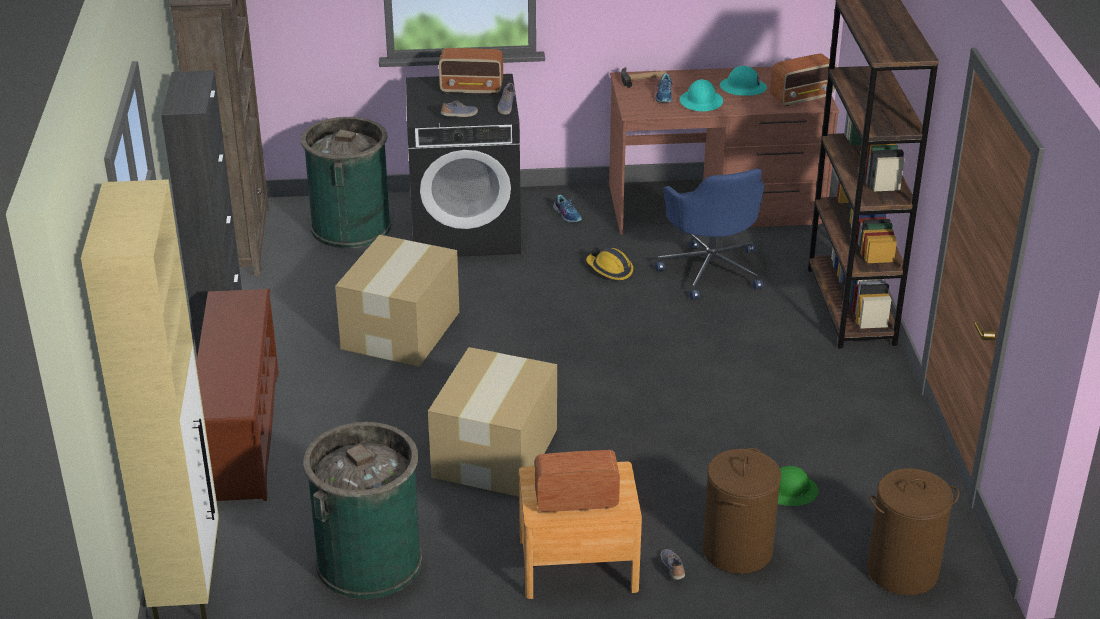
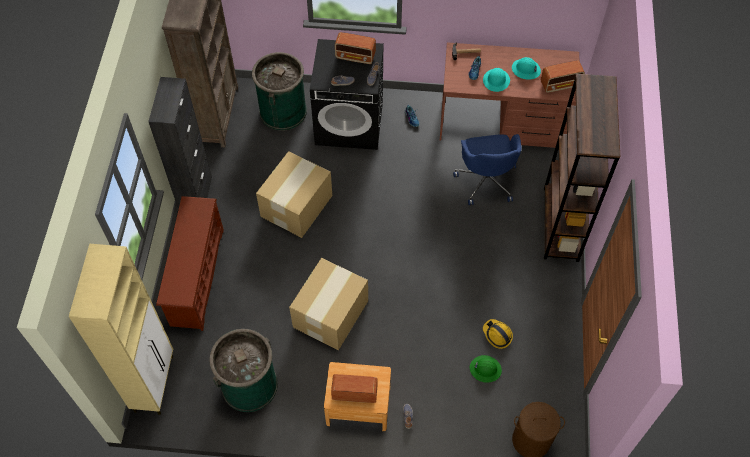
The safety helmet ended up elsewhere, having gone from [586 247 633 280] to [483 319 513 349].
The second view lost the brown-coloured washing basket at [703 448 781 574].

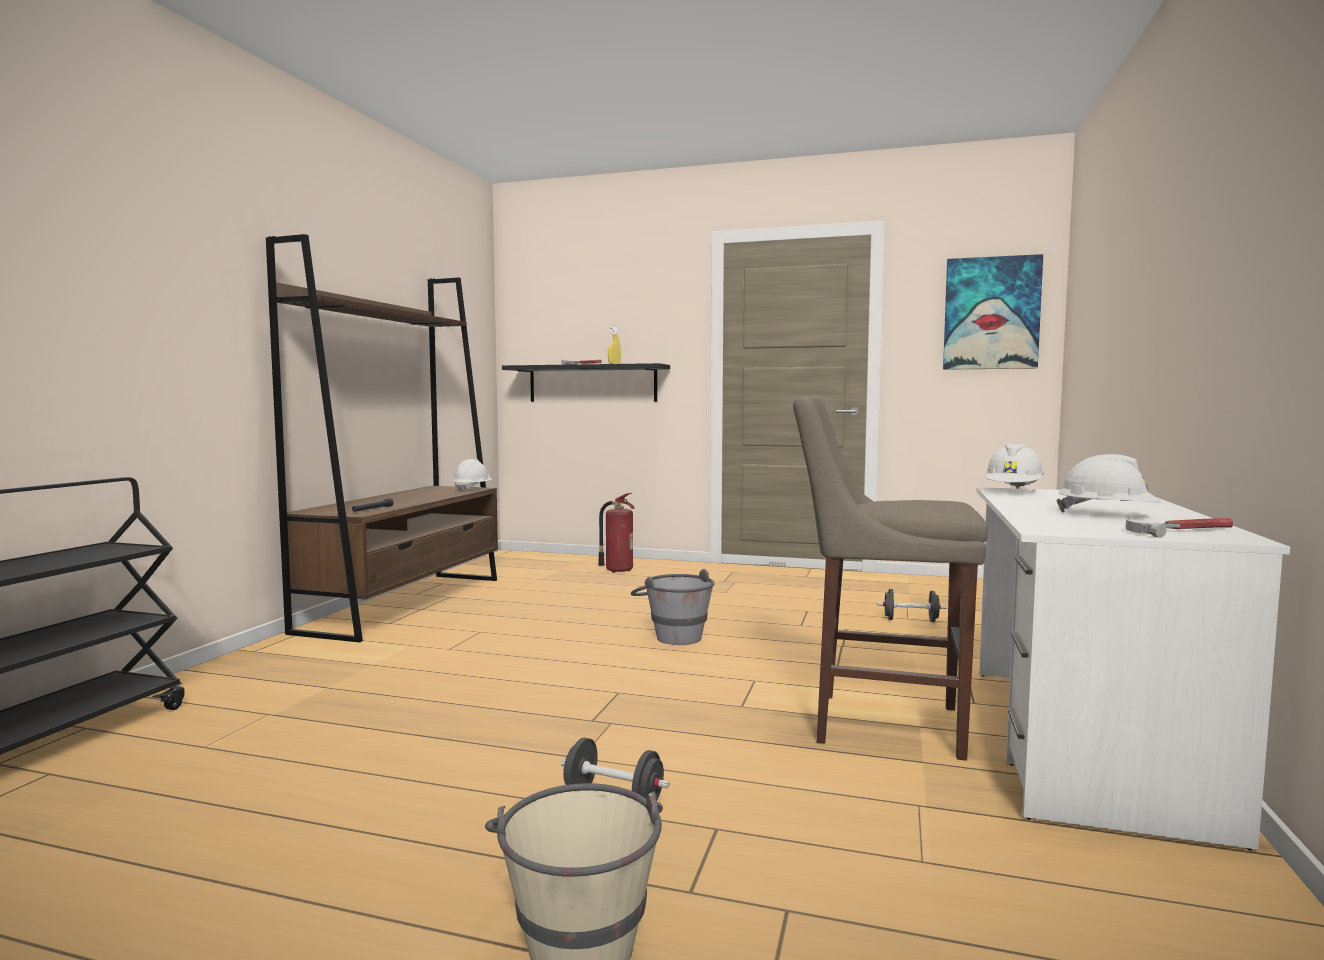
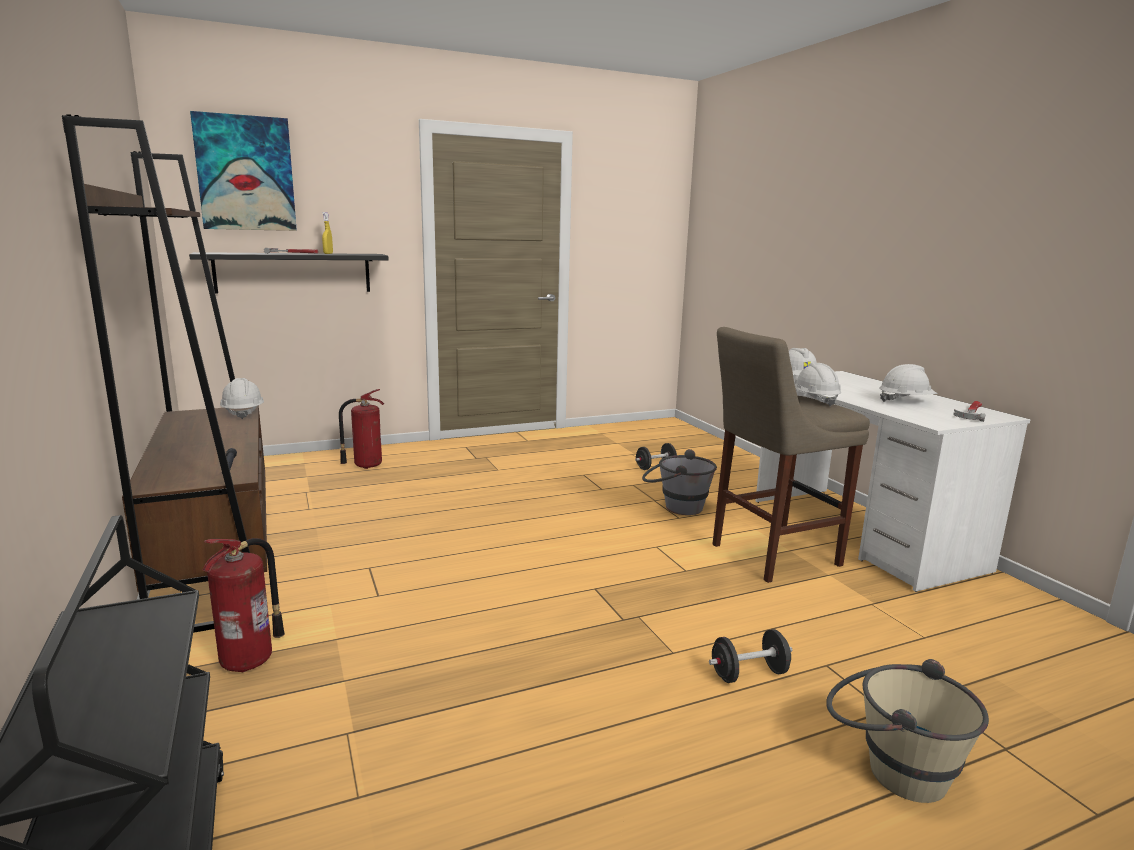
The wall picture ended up elsewhere, having gone from [943 254 1043 370] to [190 111 297 231].
The grey water bucket ended up elsewhere, having gone from [631 569 715 645] to [642 449 717 515].
The second view gained the whitish safety helmet at [794 363 841 406].
The second view gained the extinguisher at [202 538 285 672].

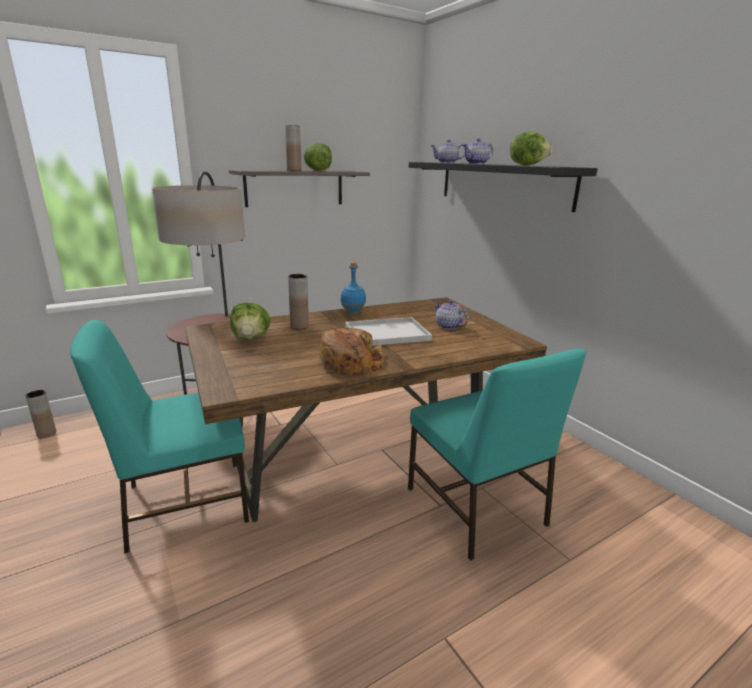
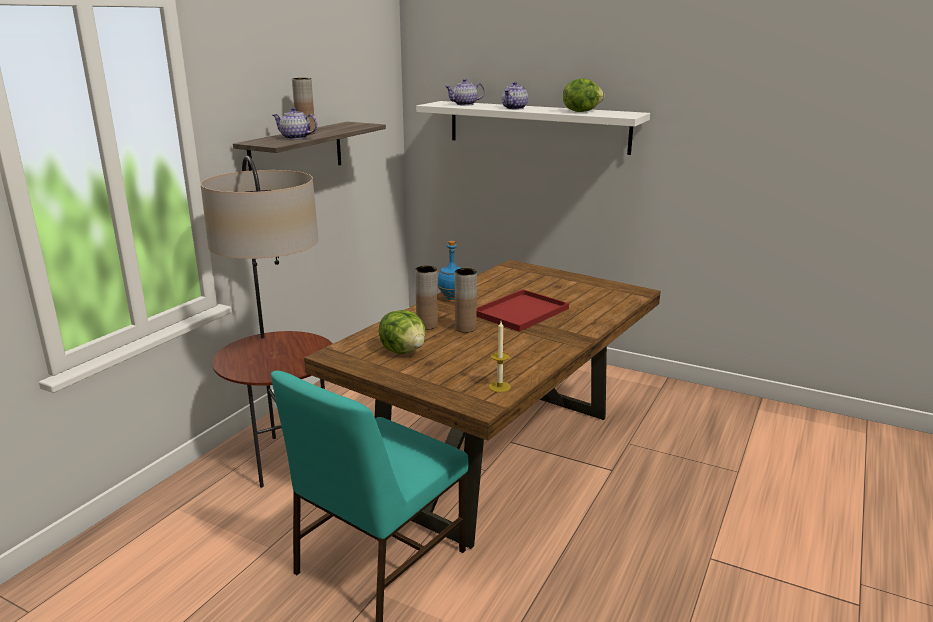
The second view lost the lettuce head at [304 143 332 171].
What was the black shelf at [409 162 597 212] turned into the whitish shelf at [416 101 650 155].
The pot for tea ended up elsewhere, having gone from [433 300 469 330] to [272 108 317 140].
What was the whitish carrying tray at [345 317 432 346] turned into the red carrying tray at [477 289 569 332].
The second view lost the bread at [319 328 384 375].
The second view lost the blue-green upright chair at [408 349 586 561].
The brown-coloured flower vase ended up elsewhere, having gone from [26 390 56 438] to [455 268 477 333].
The second view gained the candle at [489 321 511 392].

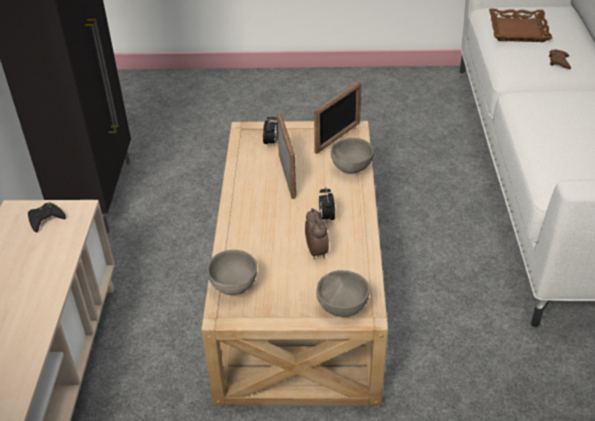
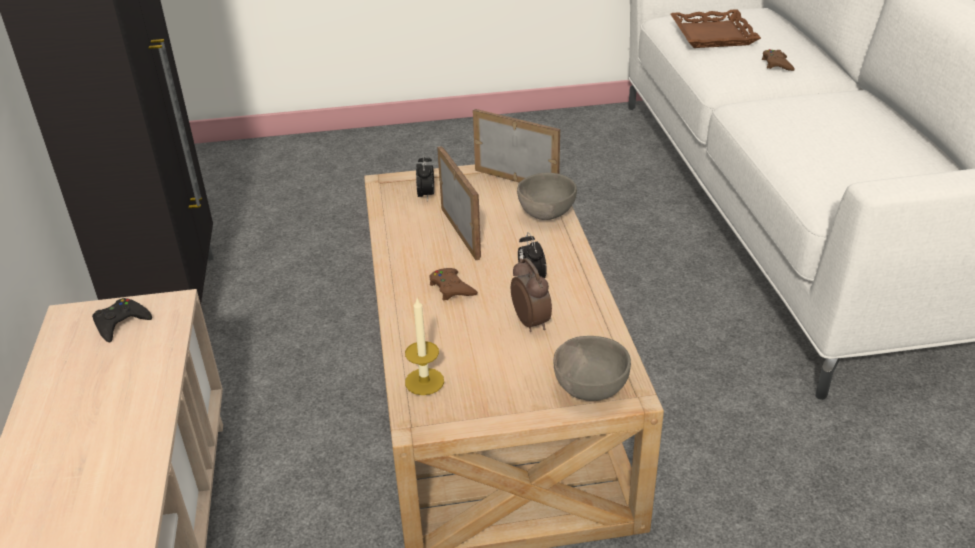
The photo frame at [314 81 361 154] ended up facing another way, 90 degrees counterclockwise from before.
Where the grey deep dish stood at [207 250 257 295], the candle came to stand at [405 298 444 395].
The second view gained the brown-coloured gamepad at [429 268 478 301].

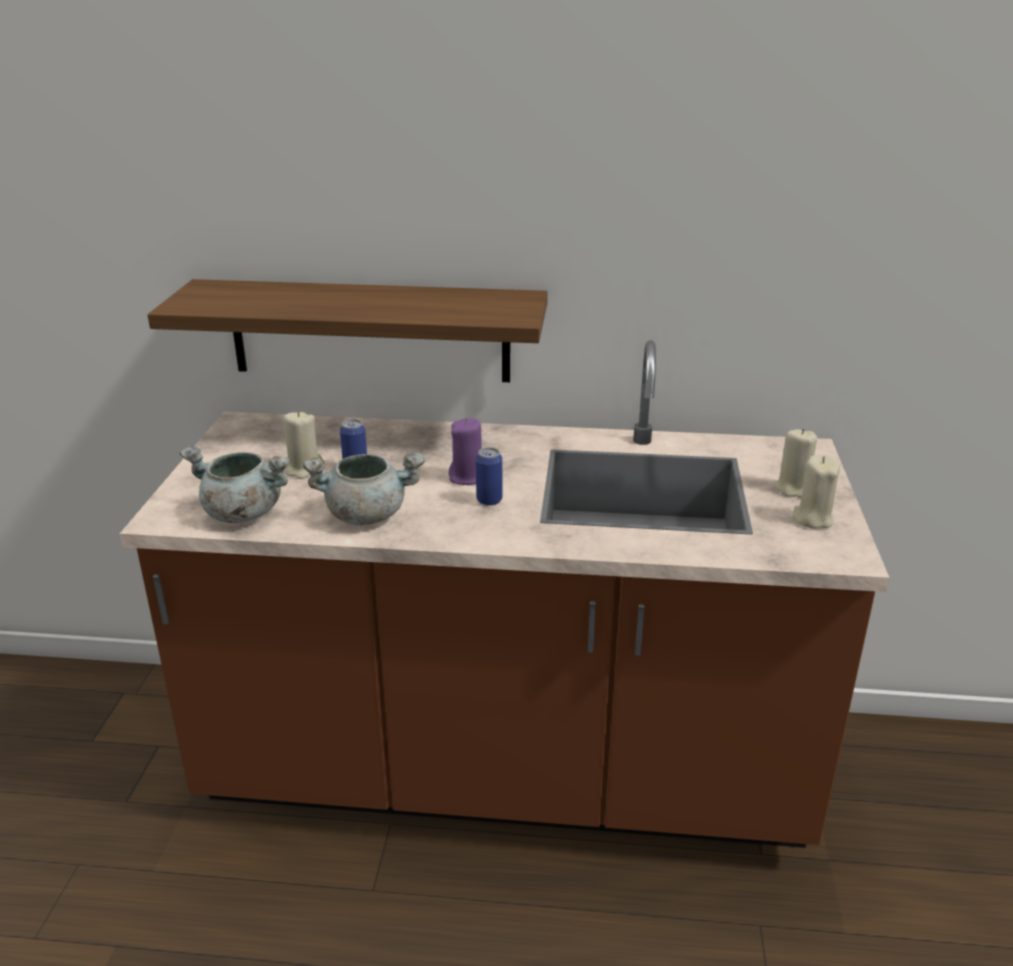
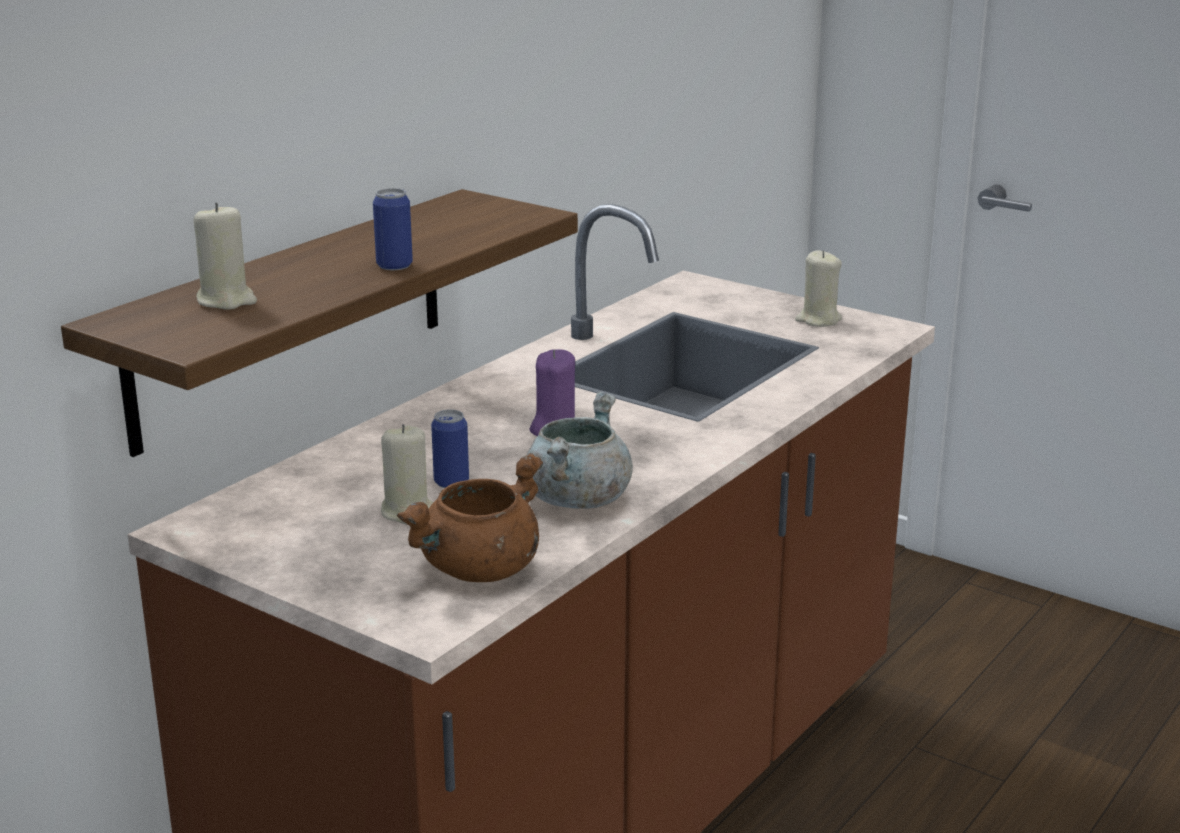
The beige-coloured candle ended up elsewhere, having gone from [774 428 817 498] to [193 202 257 310].
What was the grey cooking pot at [180 446 290 523] turned into the brown-coloured cooking pot at [397 453 543 582].
The sealed can ended up elsewhere, having gone from [476 447 502 506] to [373 188 413 270].

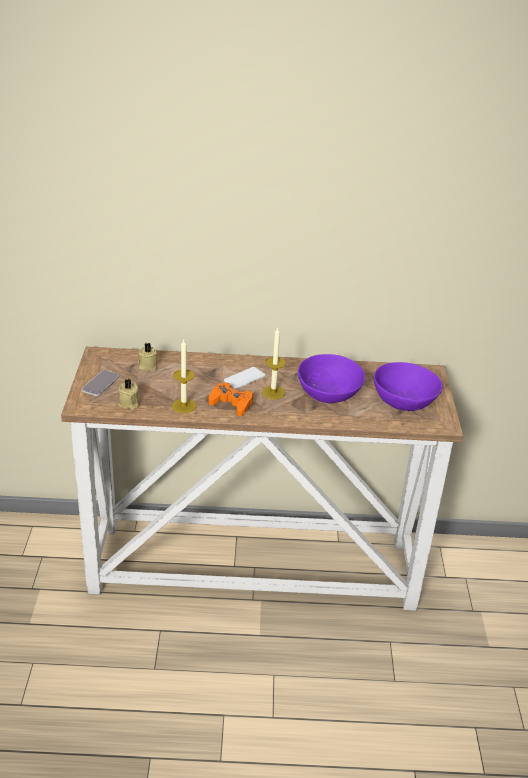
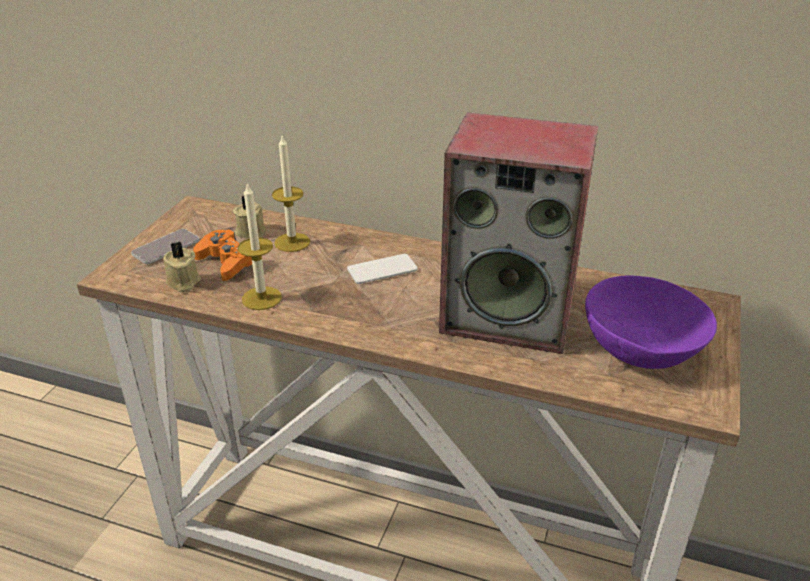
The candle ended up elsewhere, having gone from [262 328 286 399] to [272 136 310 252].
Where the purple deep dish stood at [298 354 365 403], the speaker came to stand at [439 112 598 354].
The orange gamepad ended up elsewhere, having gone from [208 382 253 416] to [193 230 252 281].

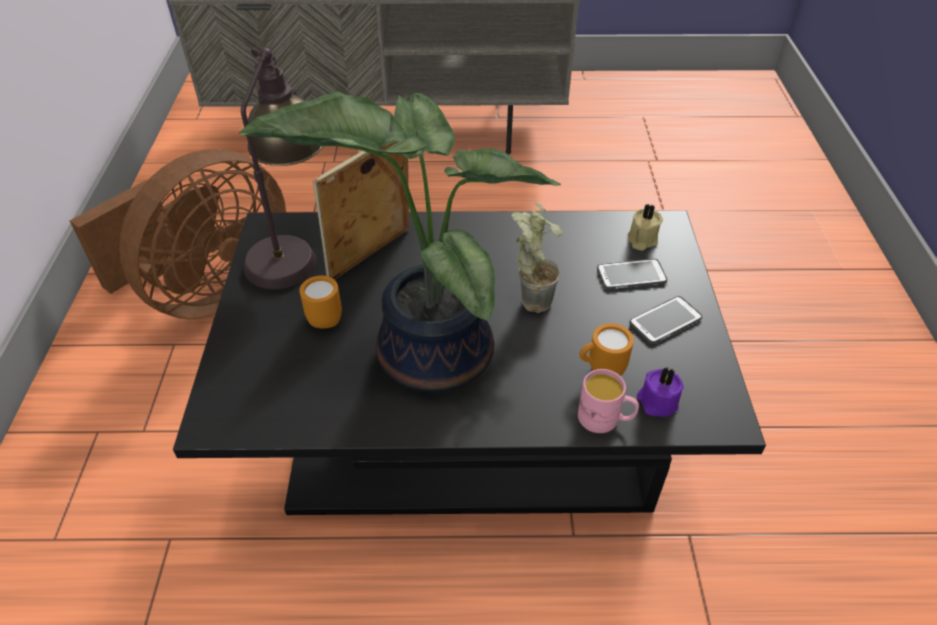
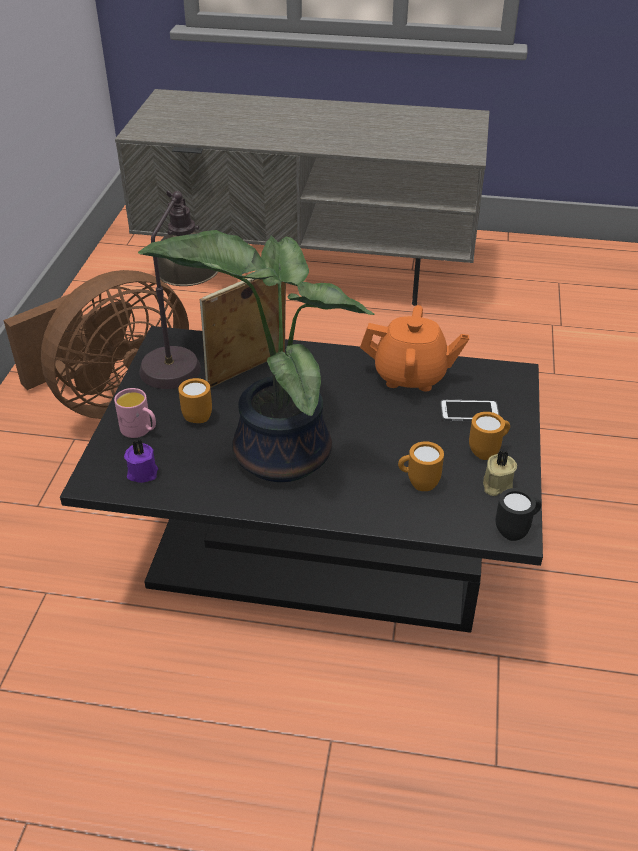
The second view lost the potted plant at [511 201 563 313].
The beige-coloured candle ended up elsewhere, having gone from [628 204 663 251] to [483 451 517 496].
Where the phone stood at [629 296 702 344], the orange coffee mug came to stand at [469 412 510 460].
The purple candle ended up elsewhere, having gone from [637 367 684 417] to [124 439 158 483].
The pink coffee mug ended up elsewhere, having gone from [578 369 639 433] to [114 388 156 438].
The second view gained the orange pot for tea at [360 305 469 392].
The second view gained the black coffee mug at [496 488 542 541].

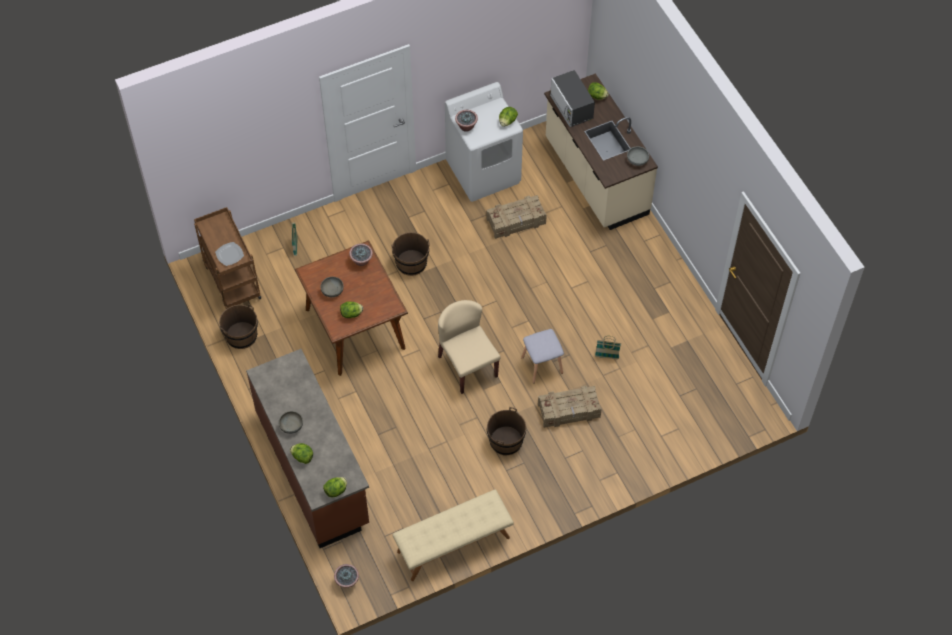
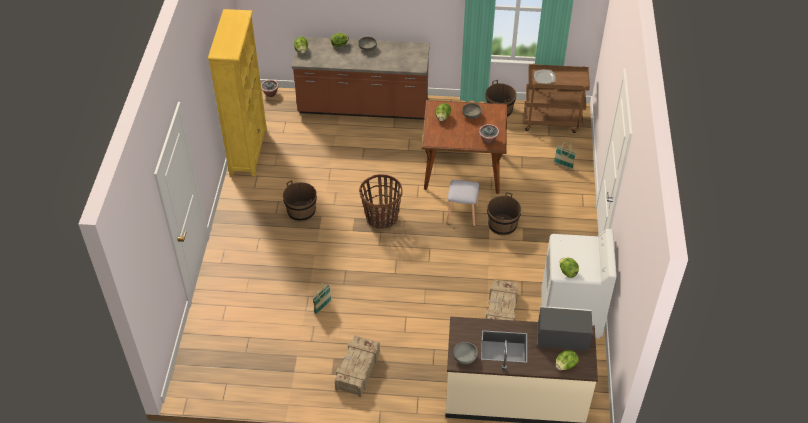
The second view lost the potted plant at [455 110 478 132].
Where the beige-coloured upright chair stood at [438 300 500 394], the storage basket came to stand at [359 174 403 229].
The grey stool seat ended up elsewhere, having gone from [521 329 564 383] to [446 180 479 226].
The crate ended up elsewhere, having gone from [538 386 602 428] to [335 335 380 397].
Where the beige-coloured bench stood at [393 489 514 581], the yellow bookcase came to stand at [208 9 267 176].

